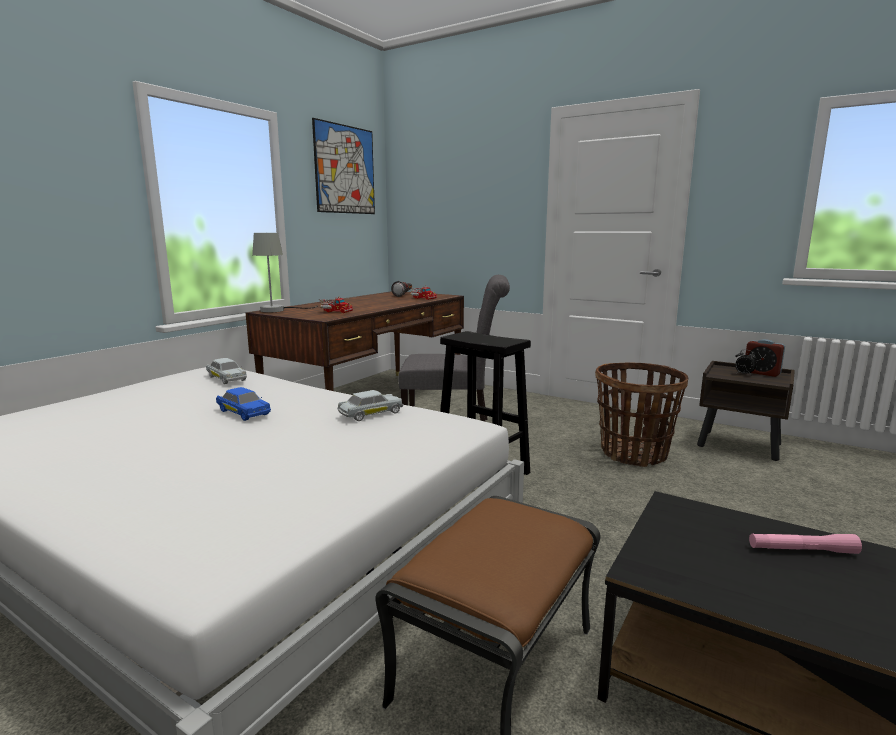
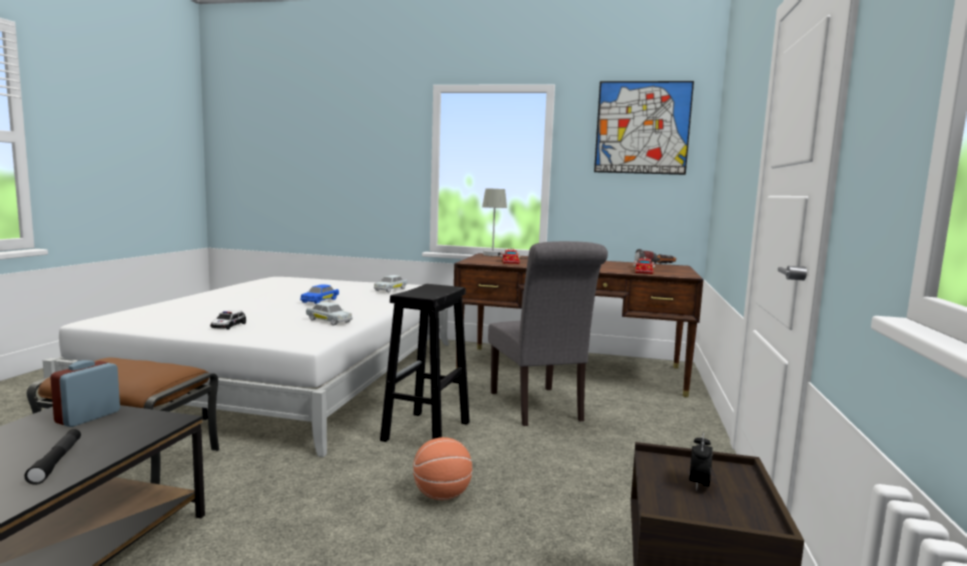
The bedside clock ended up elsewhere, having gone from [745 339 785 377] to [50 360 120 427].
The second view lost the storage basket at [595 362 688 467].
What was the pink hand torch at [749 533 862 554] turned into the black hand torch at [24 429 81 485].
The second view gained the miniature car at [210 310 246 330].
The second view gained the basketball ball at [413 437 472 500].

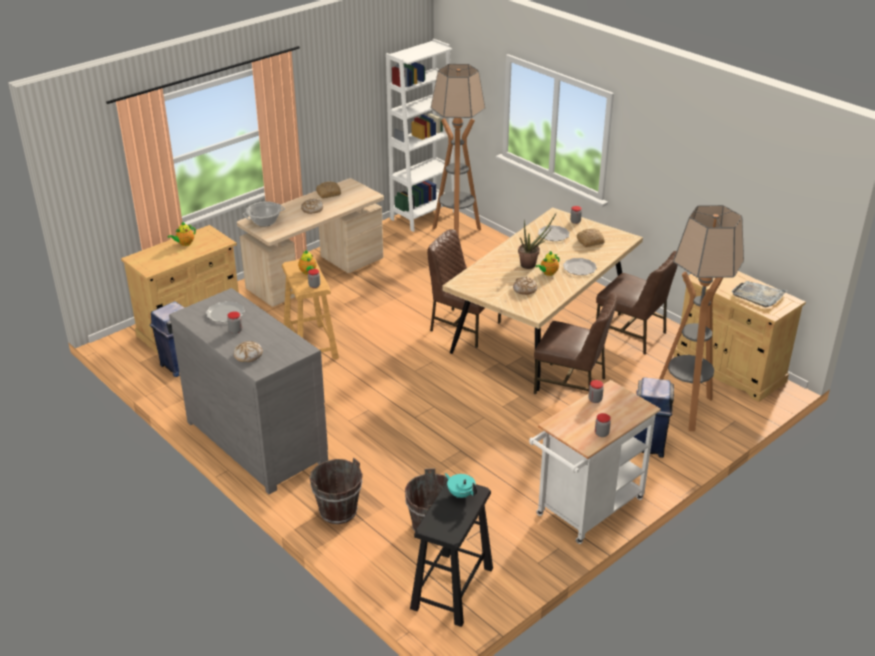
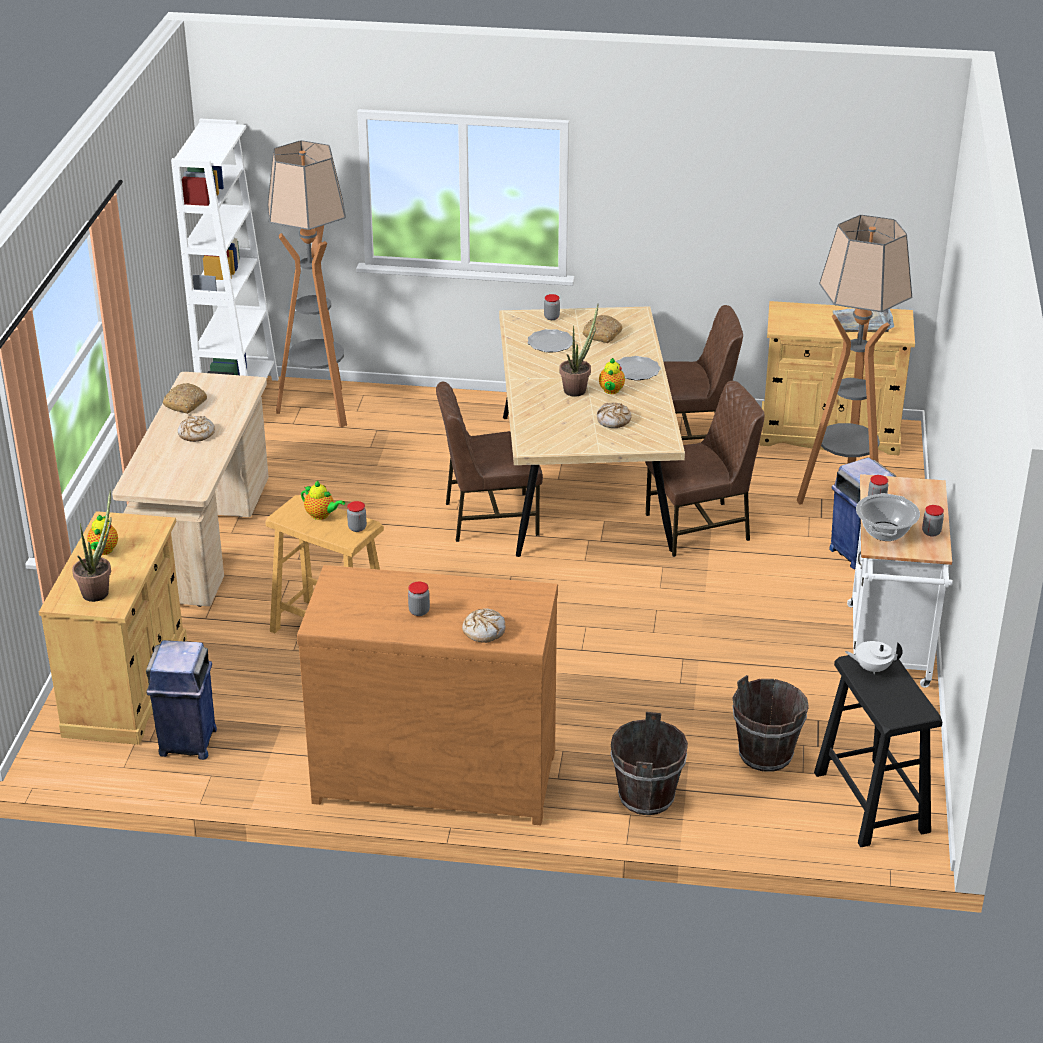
The cooking pot ended up elsewhere, having gone from [243 201 285 227] to [856 493 920 541].
What was the grey dresser at [169 288 328 494] turned into the brown-coloured dresser at [297 565 558 825].
The second view lost the plate at [206 301 245 322].
What was the blue-green pot for tea at [445 473 477 498] turned into the whitish pot for tea at [845 641 903 674].
The second view gained the potted plant at [72 490 112 602].

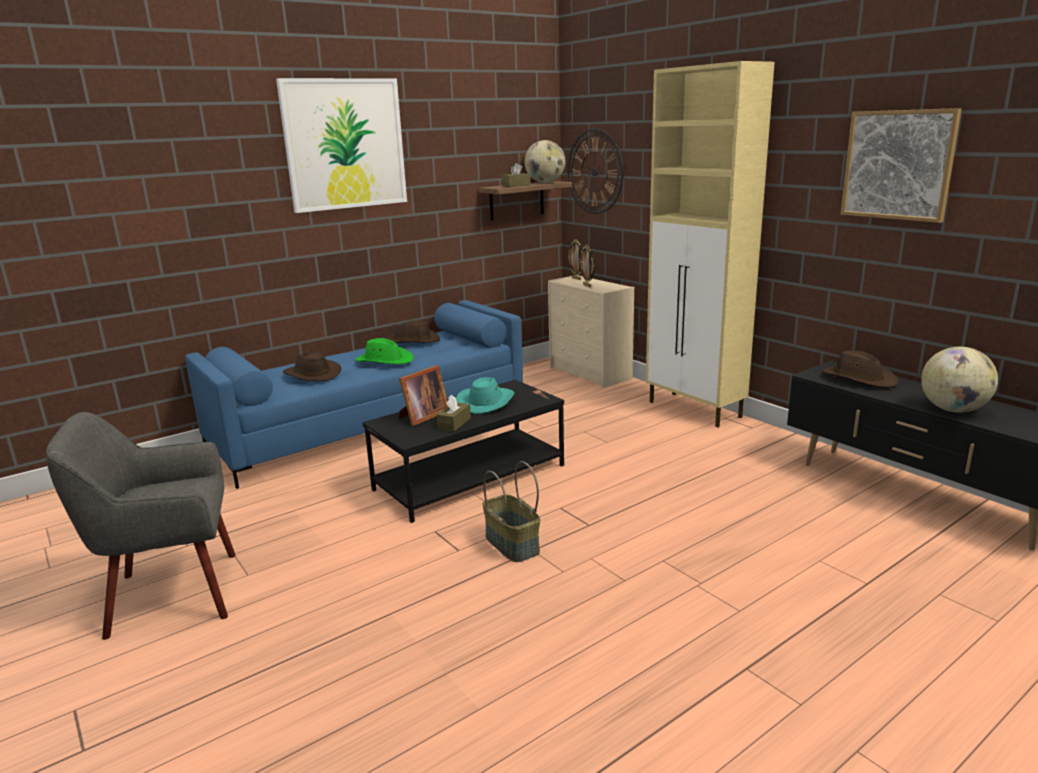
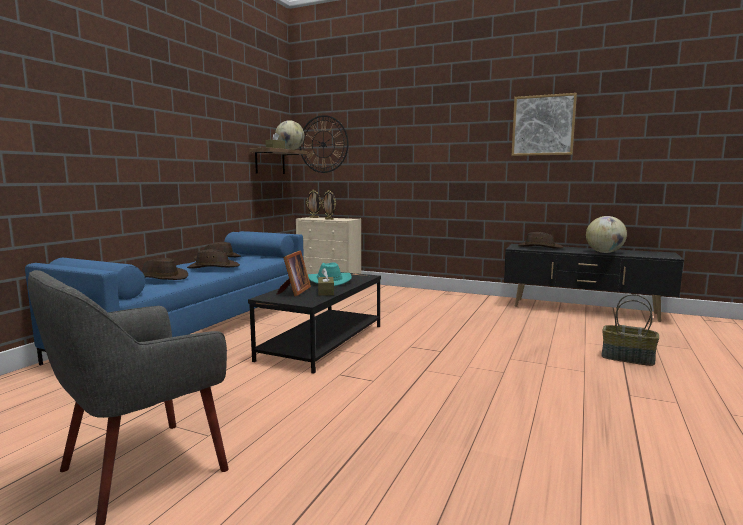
The second view lost the beige-coloured cabinet at [646 61 775 427].
The second view lost the wall picture at [276 78 407 213].
What was the green hat at [355 338 414 364] turned into the brown-coloured hat at [187 249 240 269].
The storage basket ended up elsewhere, having gone from [483 461 540 562] to [601 294 659 366].

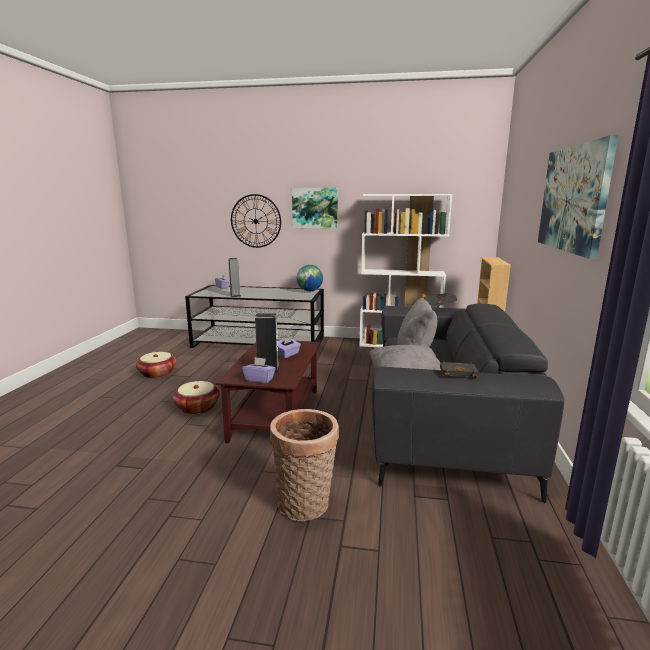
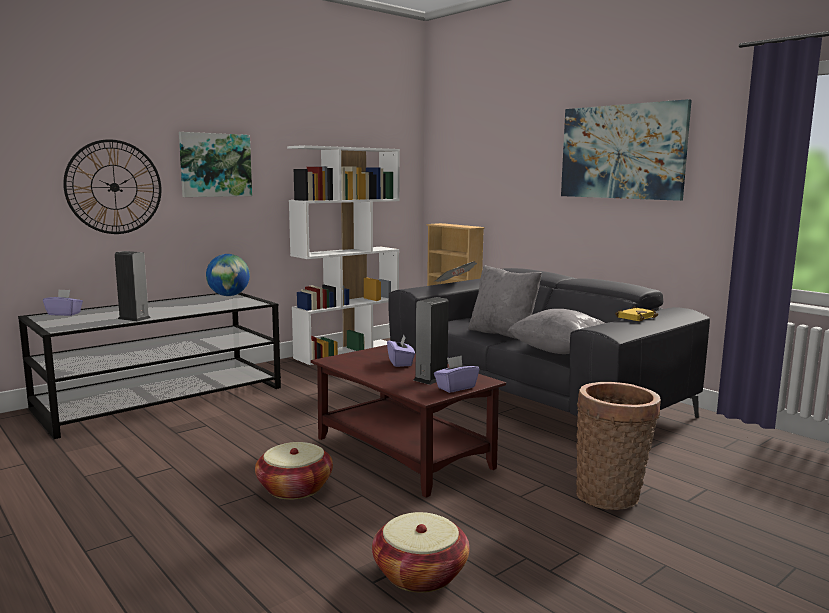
The storage basket ended up elsewhere, having gone from [136 352 176 378] to [372 512 469 593].
What was the black bound book at [440 361 478 378] turned into the yellow bound book at [615 306 658 322].

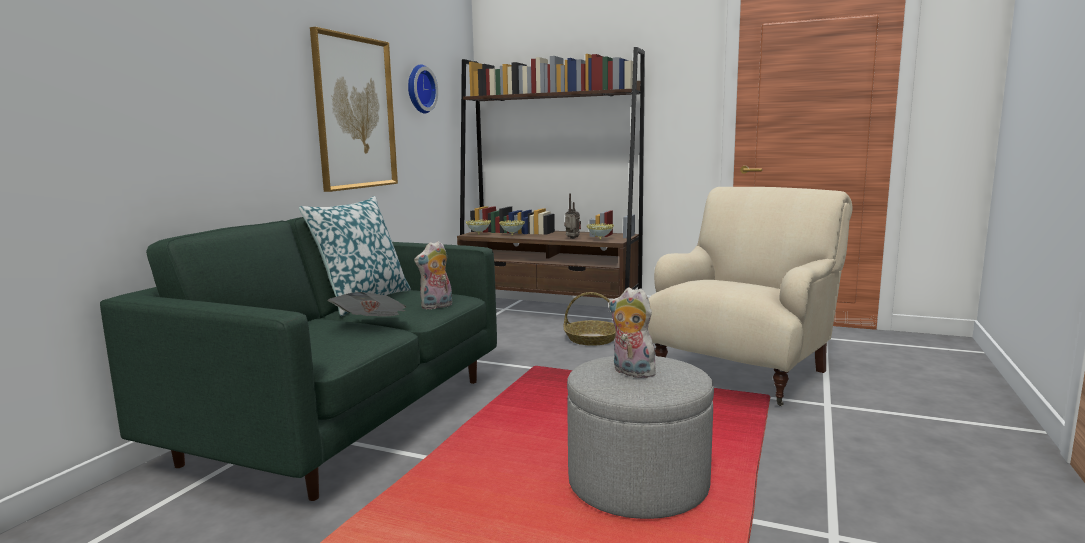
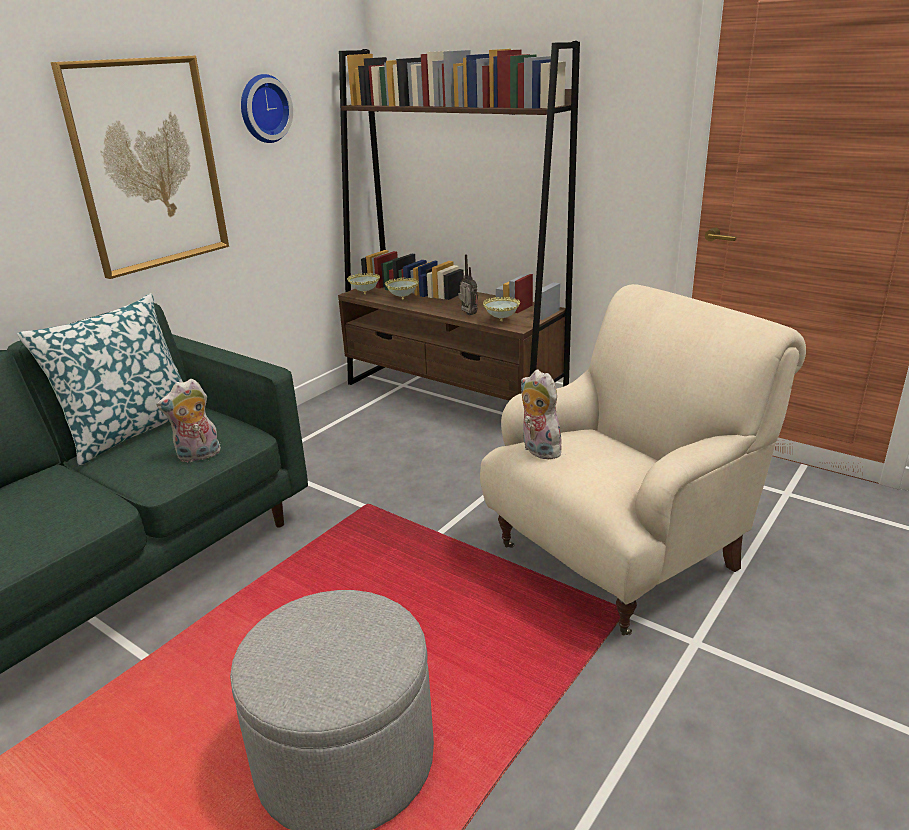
The cuddly toy ended up elsewhere, having gone from [609 287 658 378] to [520 370 562 460].
The second view lost the printed paper at [327 292 406 316].
The second view lost the storage basket at [564 292 616 346].

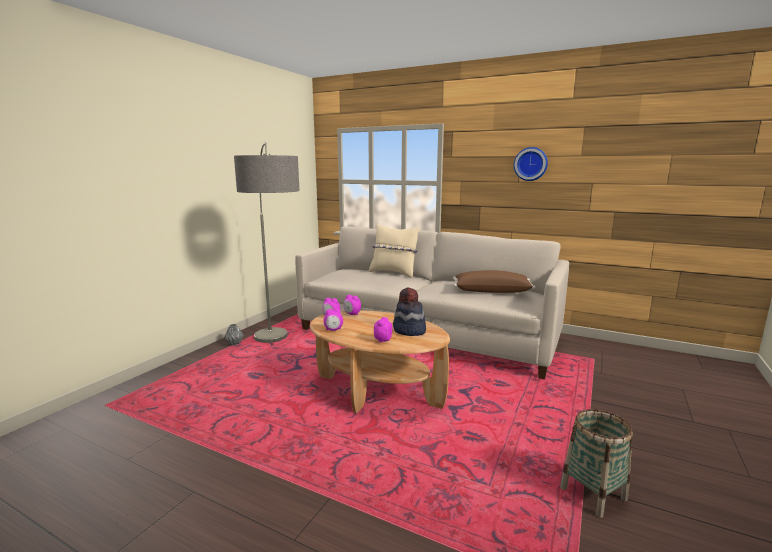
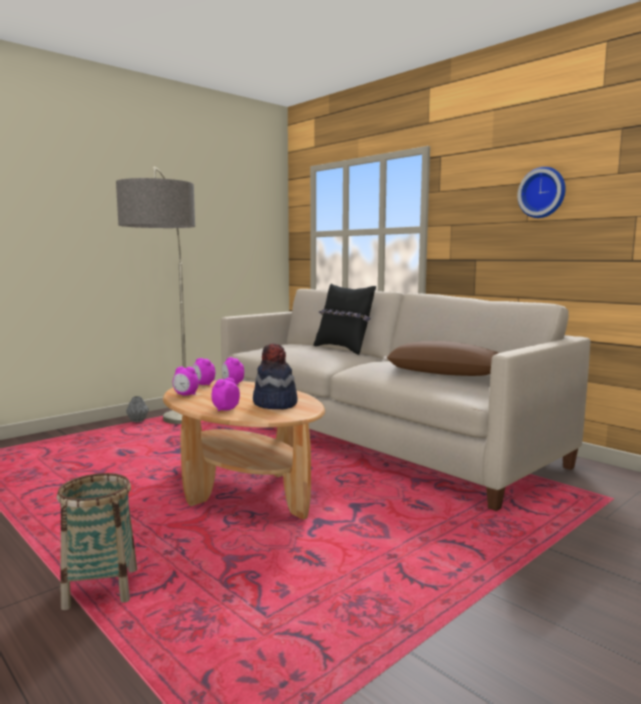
What was the beige-coloured throw pillow at [369 224 420 278] turned into the black throw pillow at [313 283 376 355].
The storage basket ended up elsewhere, having gone from [560 409 633 518] to [57 473 137 610].

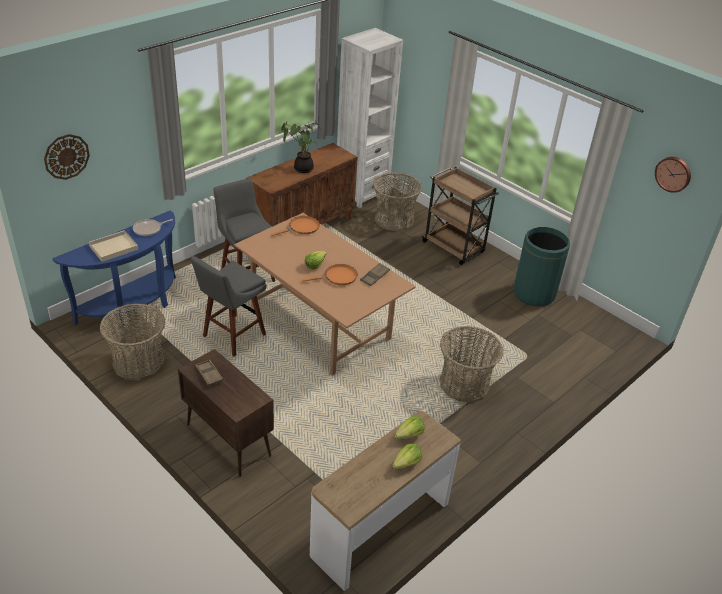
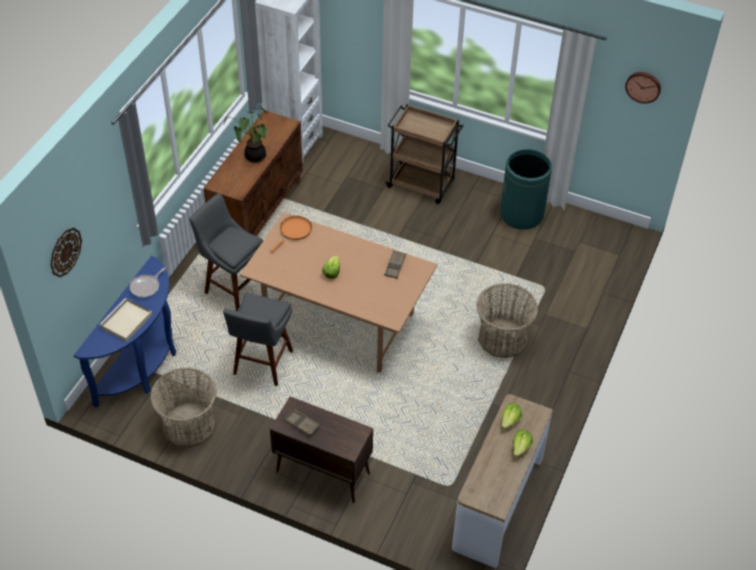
The second view lost the storage basket at [373 172 422 231].
The second view lost the orange skillet at [302 264 358 285].

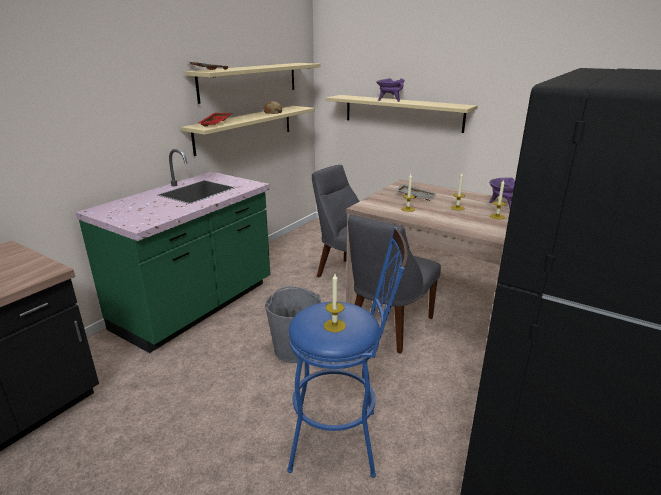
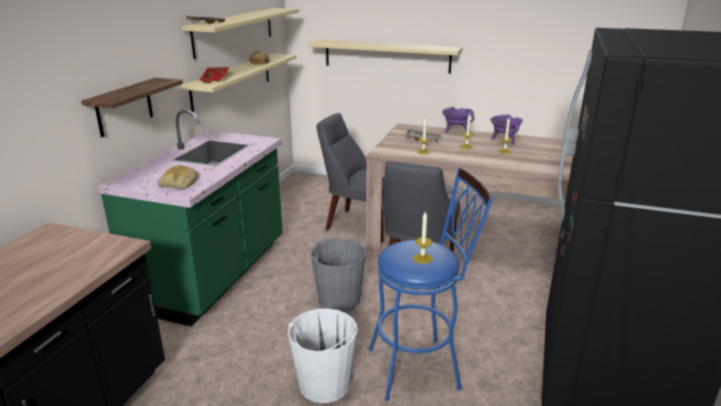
The purple cooking pot ended up elsewhere, having gone from [376 78 405 102] to [442 107 475 133].
The second view gained the shelf at [81 78 183 137].
The second view gained the bread at [158 165 199 189].
The second view gained the whitish water bucket at [288 309 358 403].

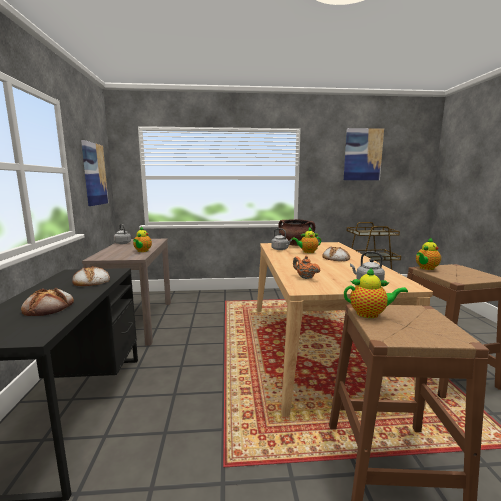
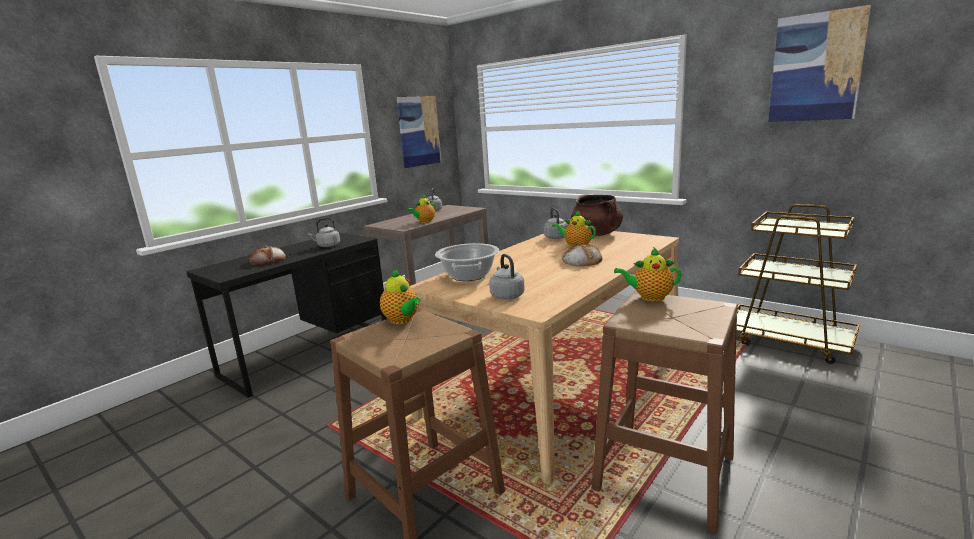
Where the orange pot for tea stood at [293 256 321 279], the cooking pot came to stand at [435 243 499 281].
Where the bread stood at [72 266 110 286], the grey tea kettle came to stand at [308 218 340 247].

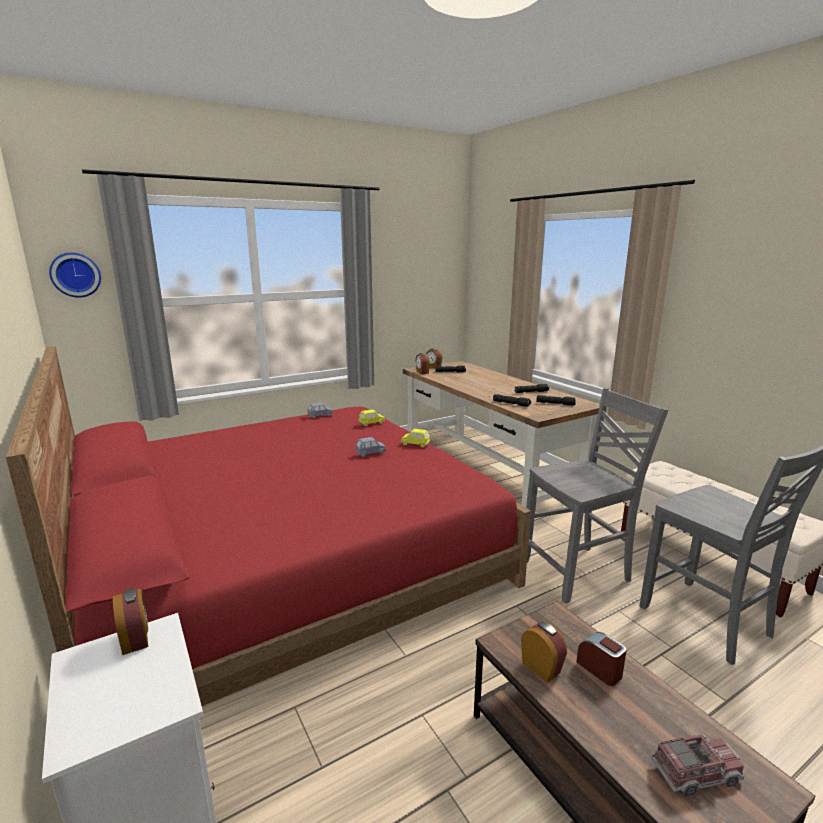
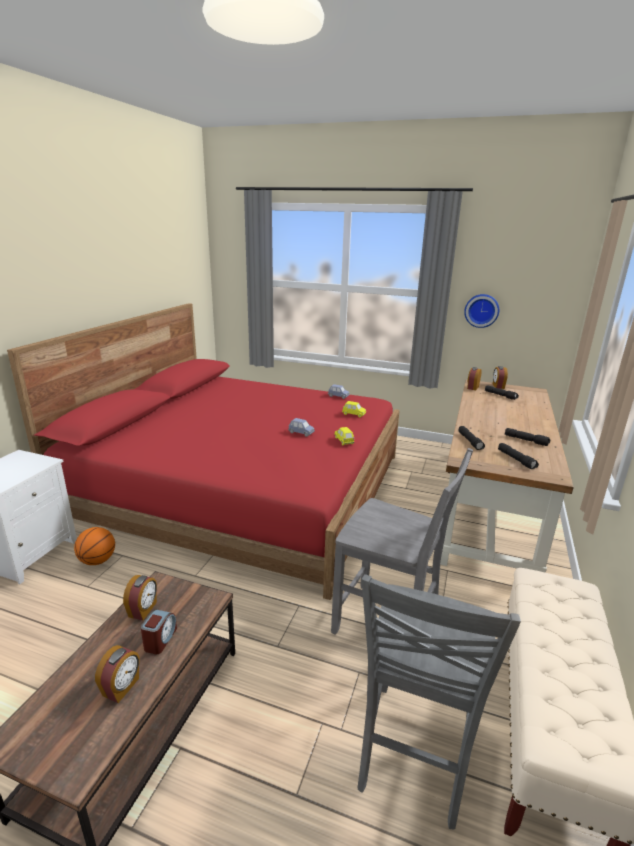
The hanging clock ended up elsewhere, having gone from [49 253 101 298] to [464 294 499 328].
The bedside clock ended up elsewhere, having gone from [113 588 148 655] to [95 645 140 703].
The second view lost the toy truck at [650 734 745 796].
The second view gained the basketball ball at [74 527 115 565].

